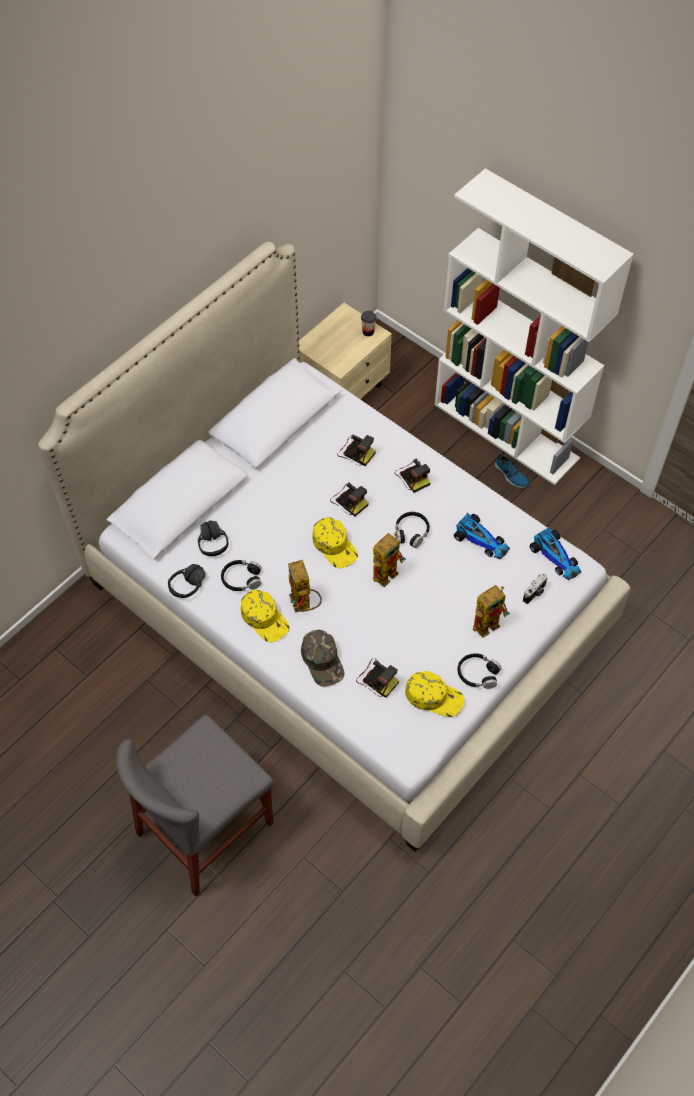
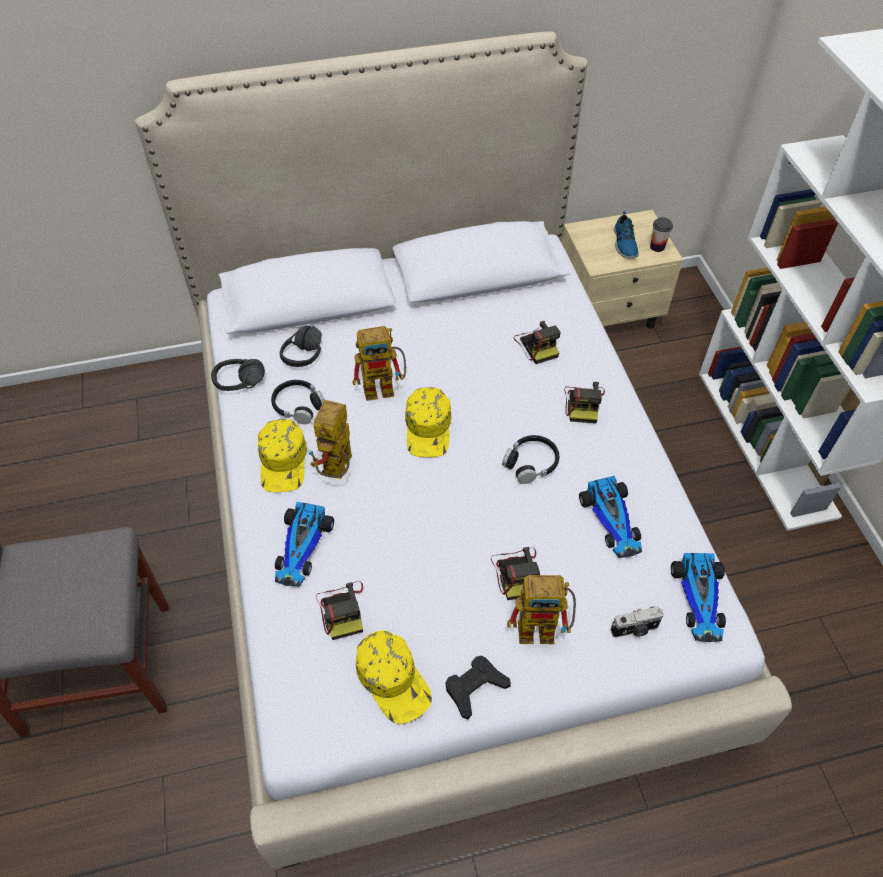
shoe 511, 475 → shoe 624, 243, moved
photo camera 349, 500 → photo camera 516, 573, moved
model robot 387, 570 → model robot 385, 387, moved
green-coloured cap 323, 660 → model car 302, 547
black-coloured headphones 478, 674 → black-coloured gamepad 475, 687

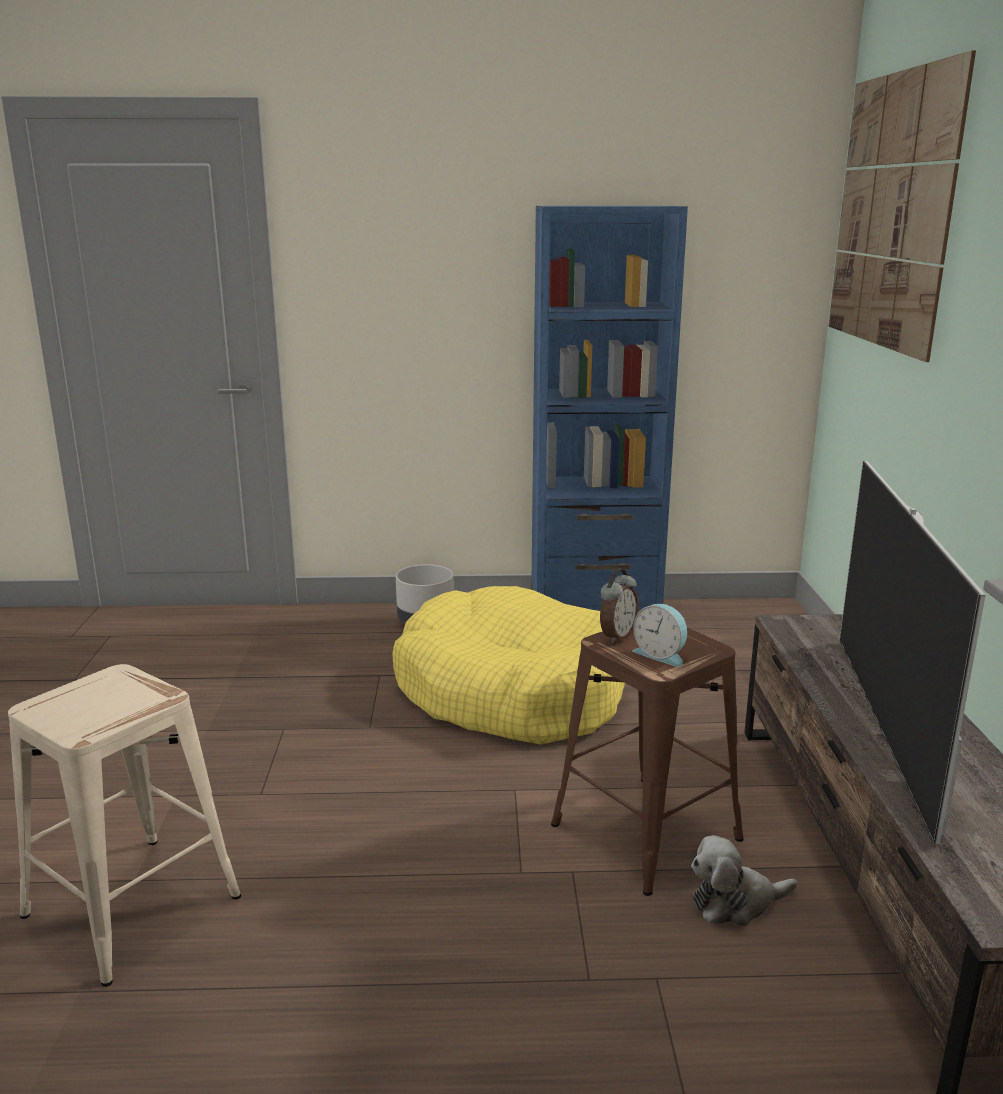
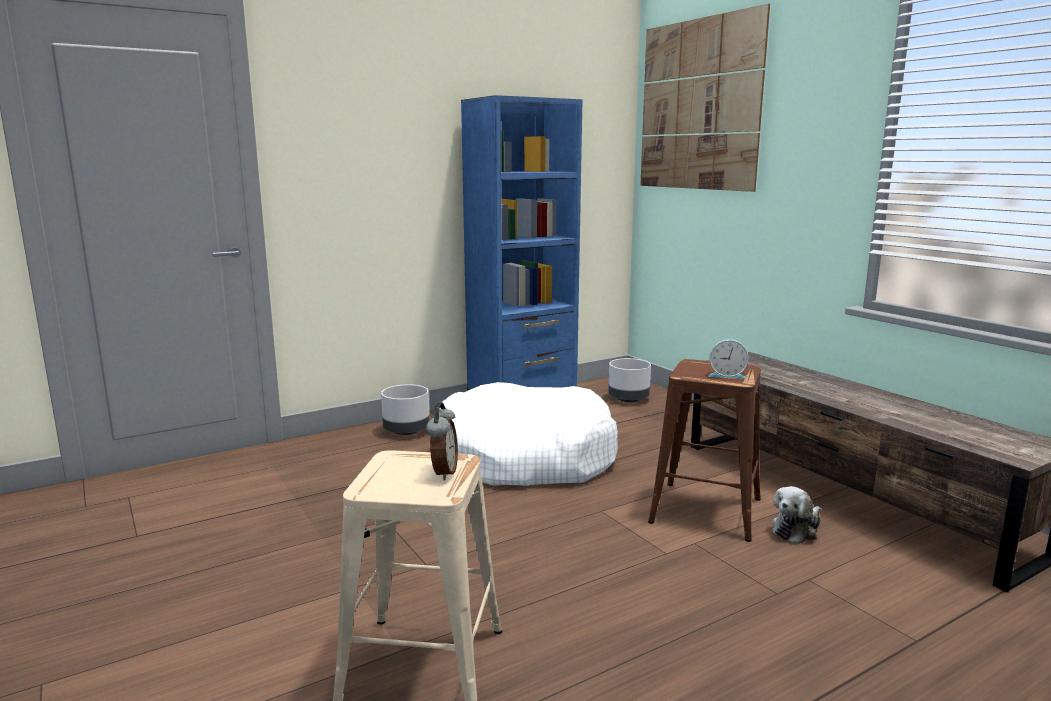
TV 883, 725 → -
table clock 617, 636 → table clock 443, 472, moved
yellow dog bed 510, 691 → white-coloured dog bed 523, 458
- → gray flower pot 628, 399

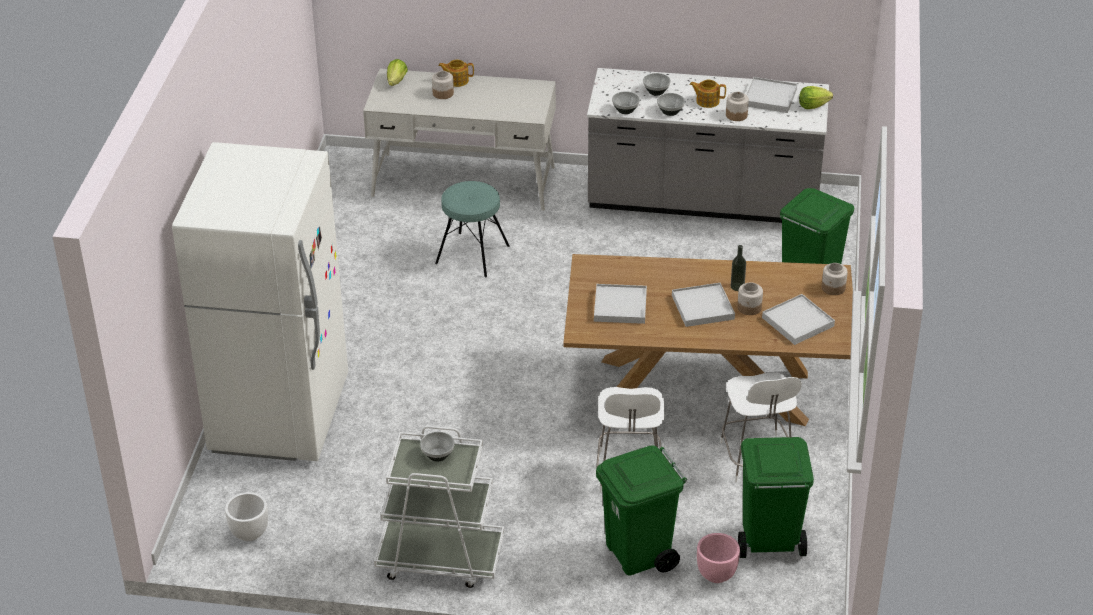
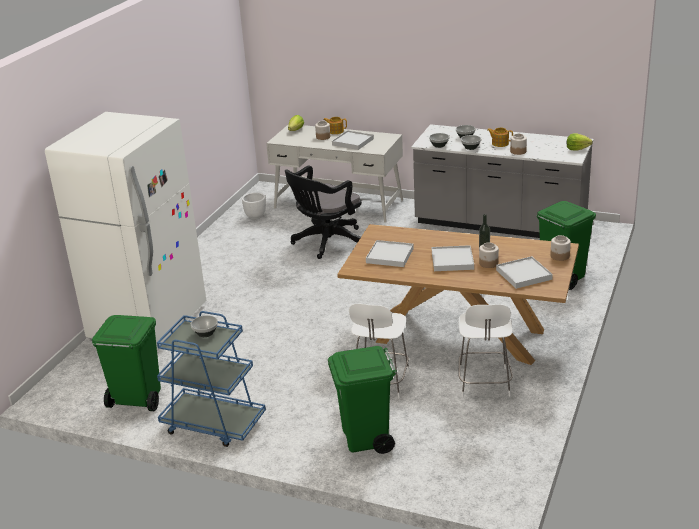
white-coloured carrying tray 770, 97 → white-coloured carrying tray 353, 142, moved
turquoise stool seat 472, 254 → black-coloured computer chair 326, 243
white-coloured wheeled cart 439, 559 → bluish wheeled cart 213, 424
green-coloured waste bin 768, 541 → green-coloured waste bin 136, 400, moved
white-coloured flower pot 250, 534 → white-coloured flower pot 255, 217, moved
pinkish flower pot 716, 575 → -

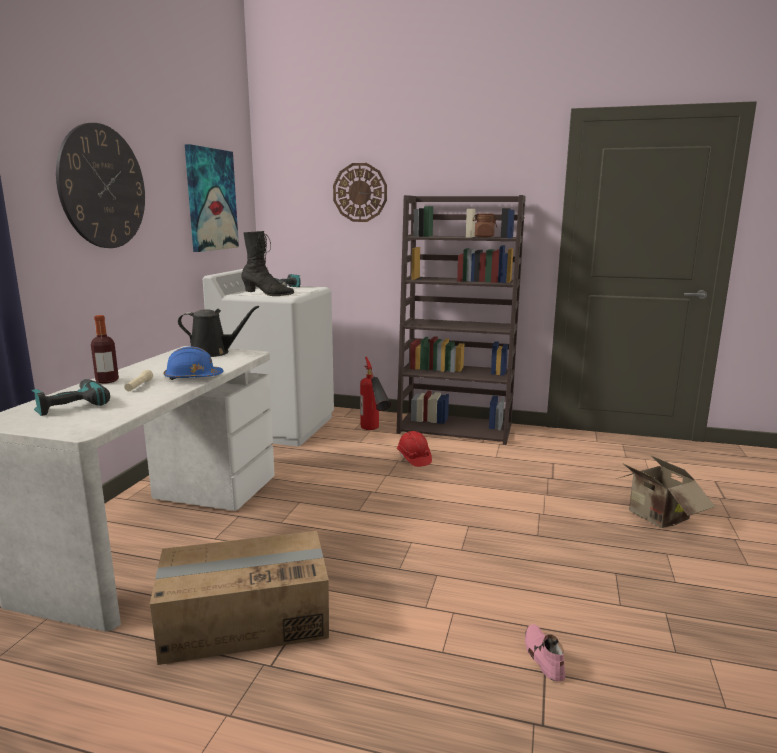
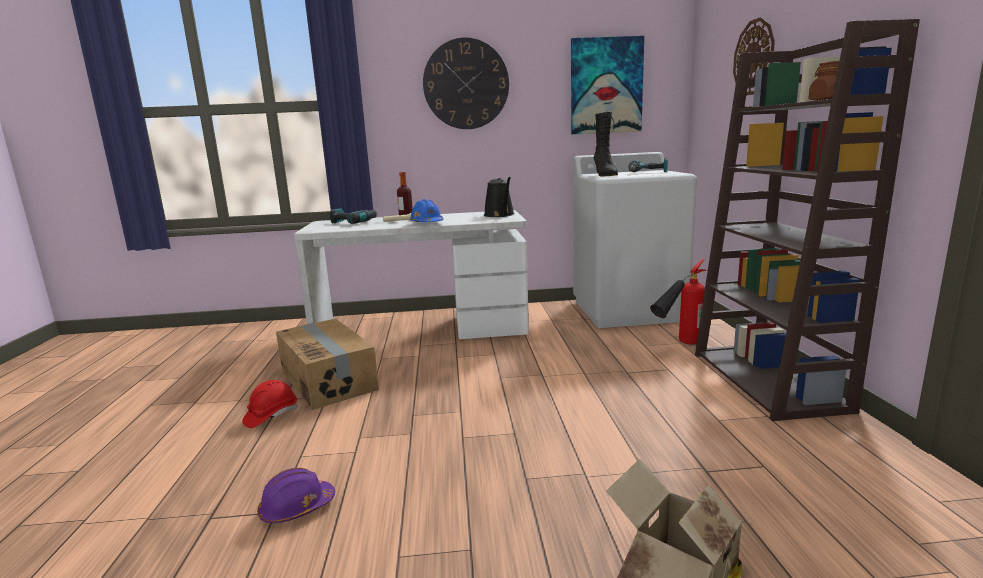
reddish hard hat 413, 458 → reddish hard hat 271, 415, moved
pinkish shoe 543, 657 → purple hard hat 297, 508

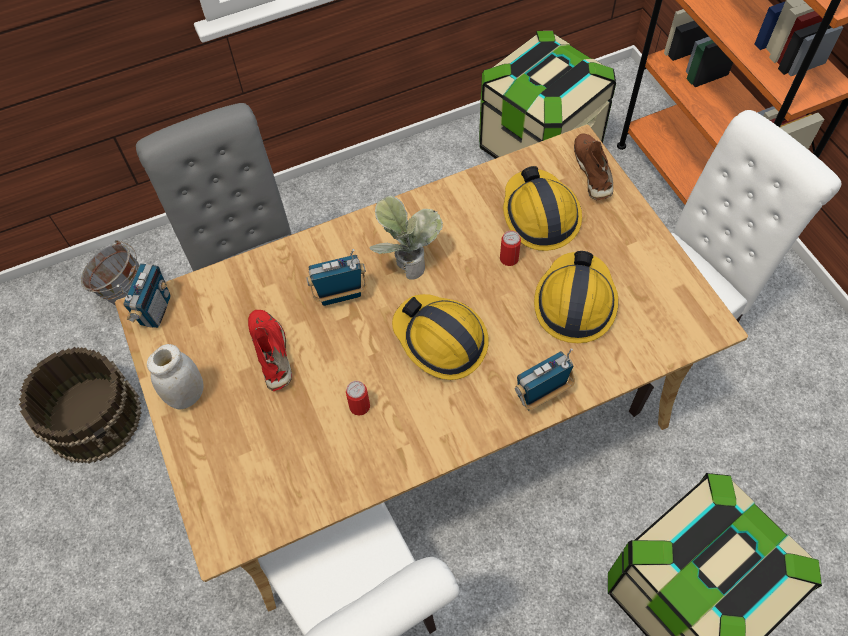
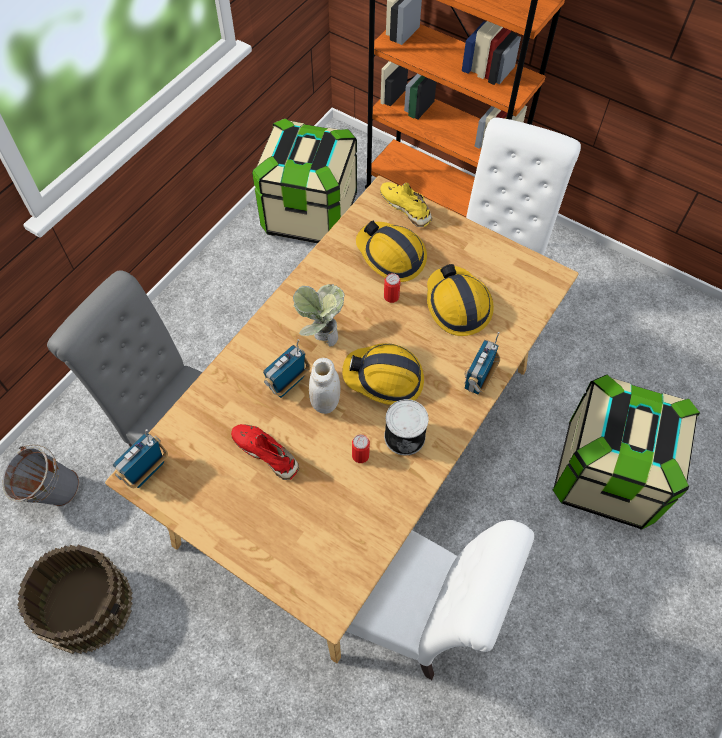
brown shoe 593, 171 → yellow shoe 406, 207
radio receiver 155, 311 → radio receiver 147, 471, 120 degrees counterclockwise
white-coloured jar 187, 395 → white-coloured jar 325, 402, moved
- → can 405, 435

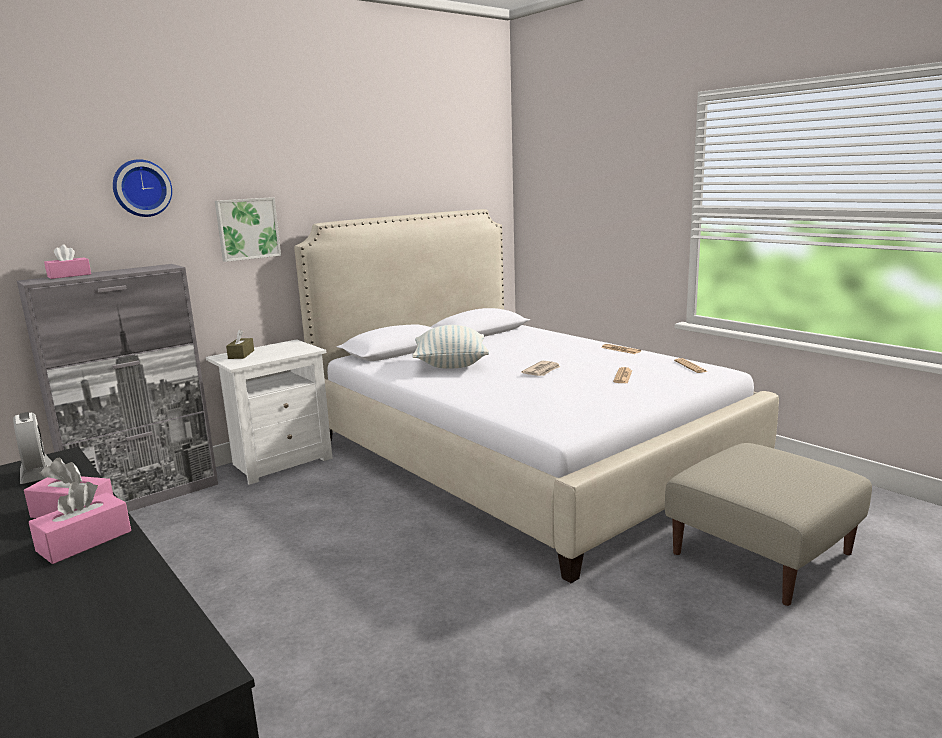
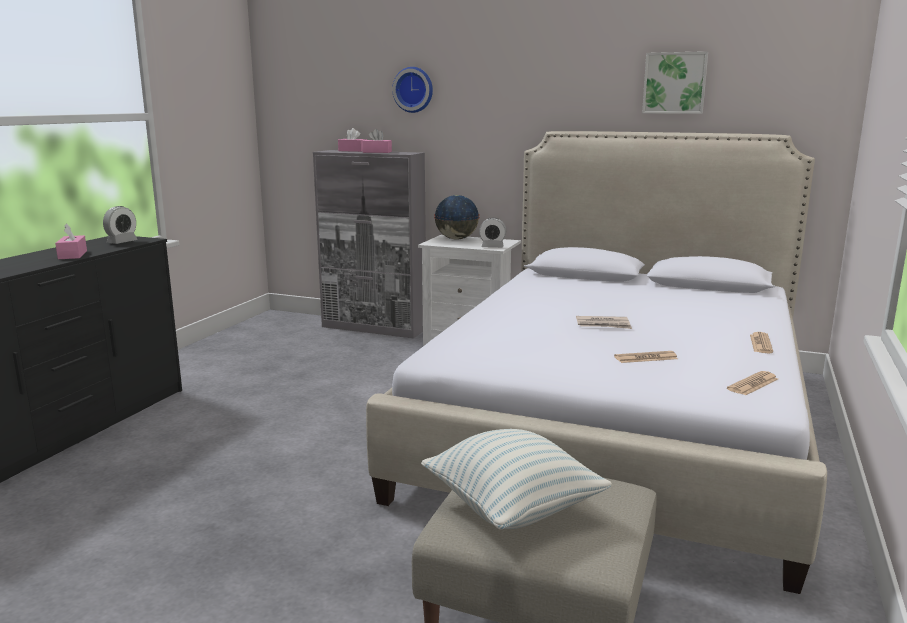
wall picture 247, 228 → wall picture 674, 83, moved
throw pillow 451, 365 → throw pillow 513, 508, moved
brown tissue box 241, 354 → world globe 456, 239
pinkish tissue box 84, 541 → pinkish tissue box 377, 152, moved
- → table clock 492, 247

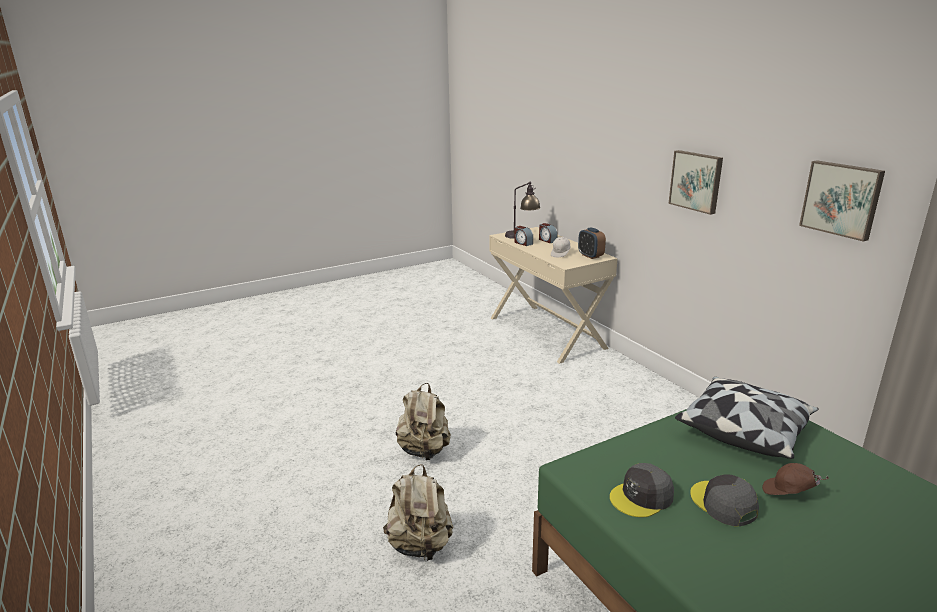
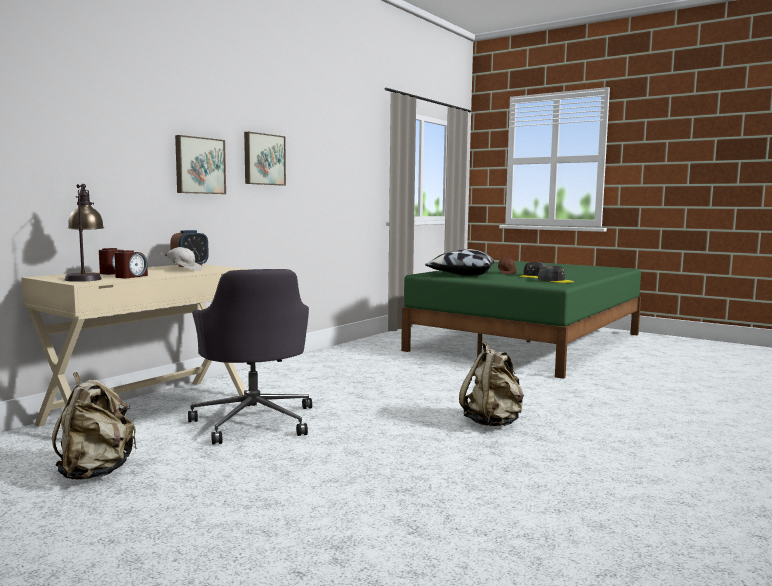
wall picture 842, 199 → wall picture 199, 165, moved
sand-coloured backpack 420, 545 → sand-coloured backpack 96, 472, moved
- → gray computer chair 254, 421

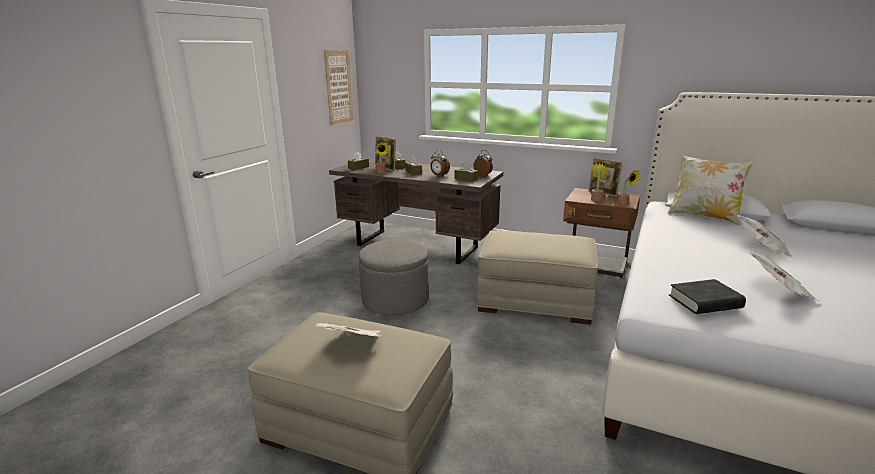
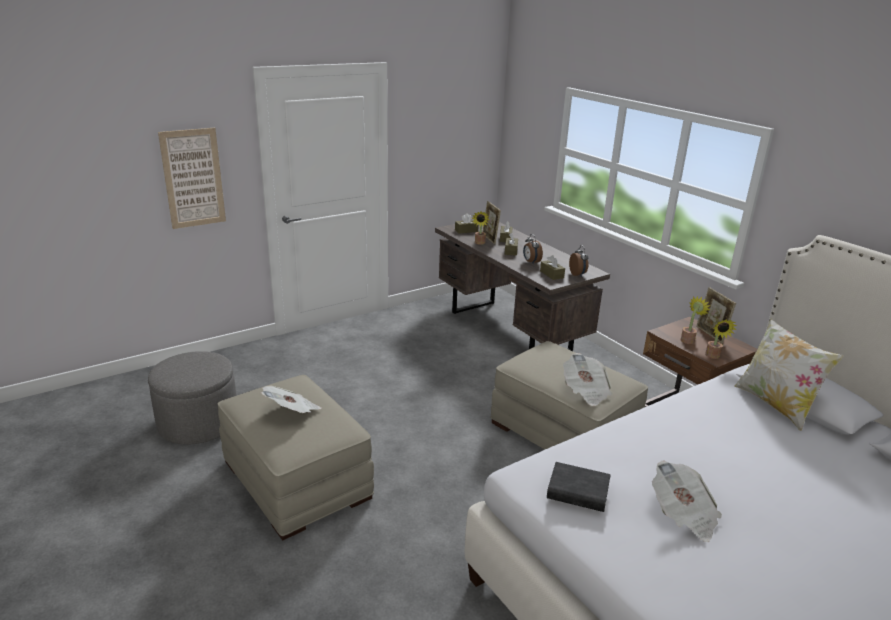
wall picture 338, 87 → wall picture 193, 178, moved
daily paper 762, 249 → daily paper 585, 391, moved
gray pouffe 395, 300 → gray pouffe 198, 423, moved

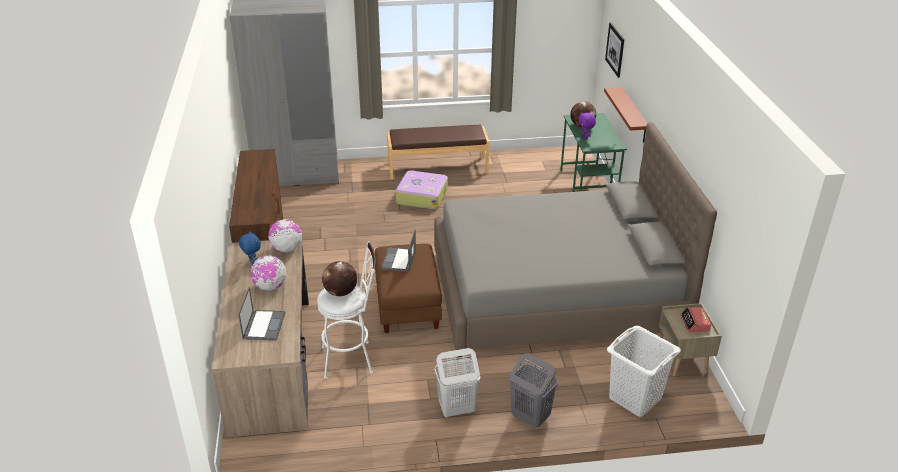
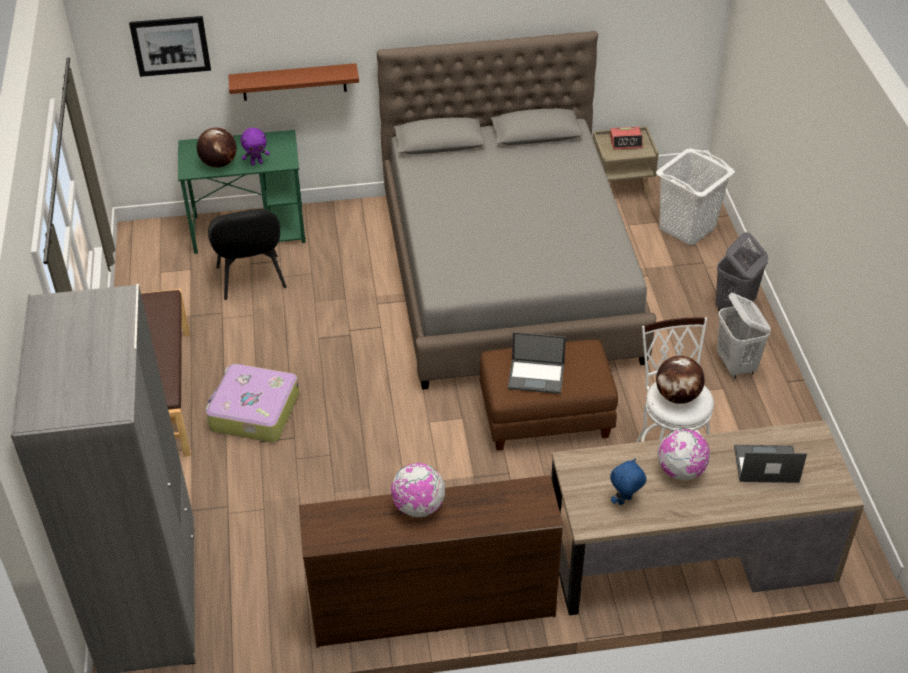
world globe 286, 249 → world globe 418, 507, moved
- → black-coloured chair 251, 279

